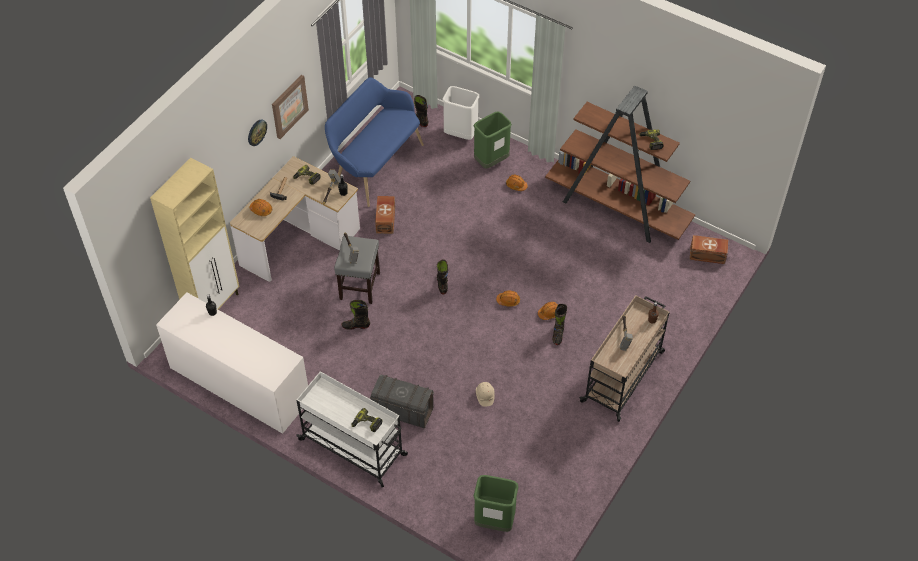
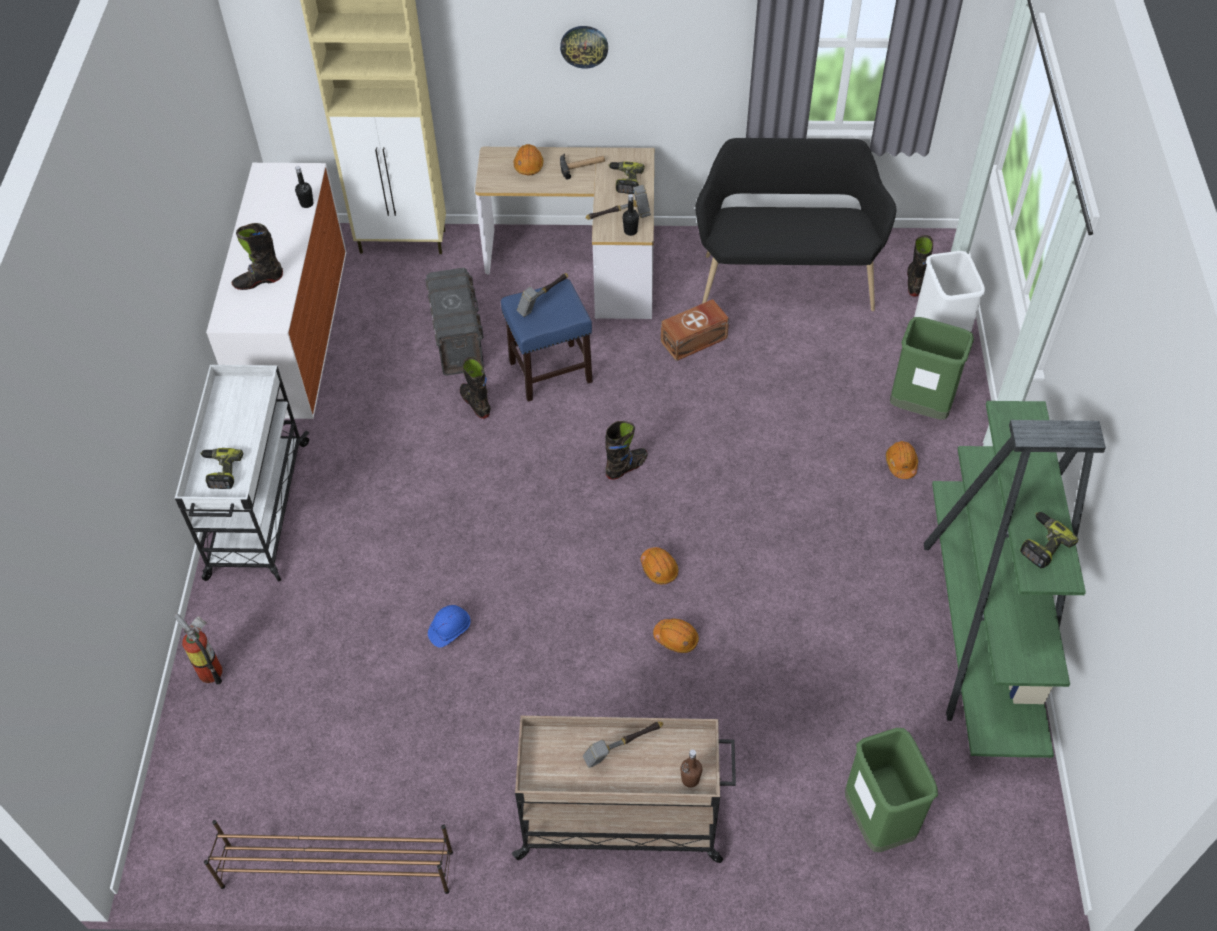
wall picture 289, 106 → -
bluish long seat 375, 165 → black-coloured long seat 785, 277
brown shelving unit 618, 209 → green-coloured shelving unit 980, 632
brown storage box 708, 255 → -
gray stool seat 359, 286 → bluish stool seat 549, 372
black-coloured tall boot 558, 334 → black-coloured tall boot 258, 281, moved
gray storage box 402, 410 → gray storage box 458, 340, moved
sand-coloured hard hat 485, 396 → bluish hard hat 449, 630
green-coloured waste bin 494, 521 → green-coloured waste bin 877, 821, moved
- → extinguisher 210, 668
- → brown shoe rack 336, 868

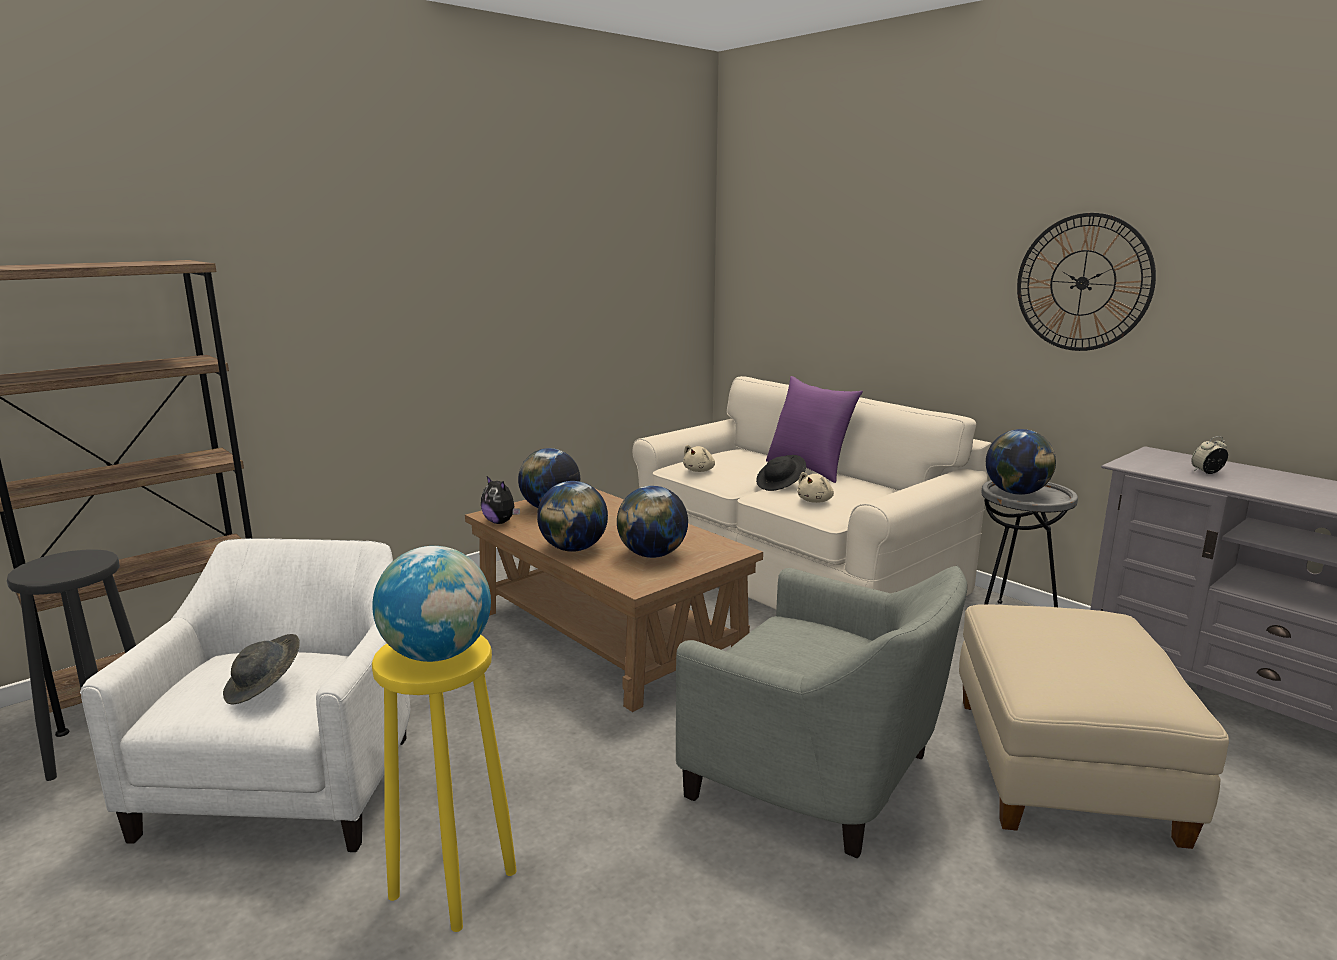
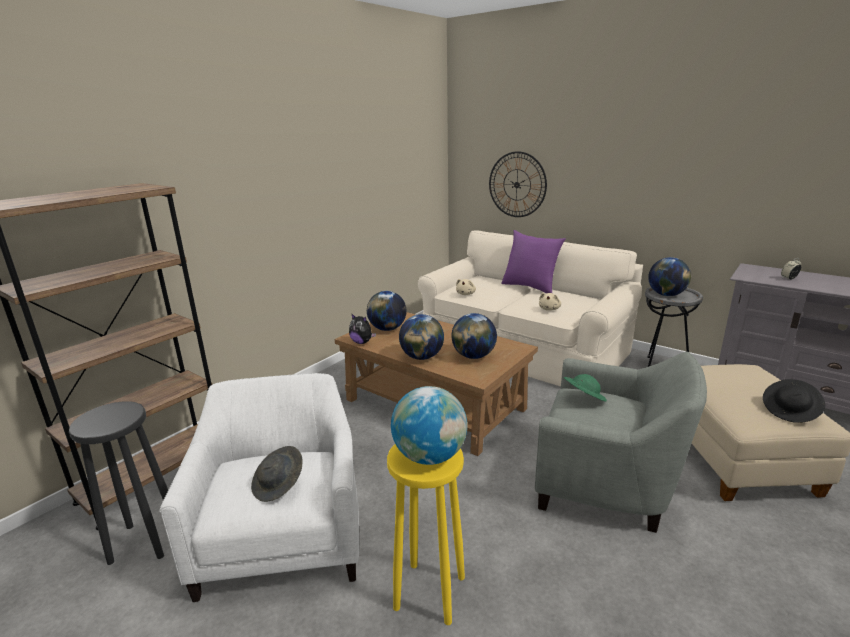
wall clock 1082, 283 → wall clock 517, 185, moved
black-coloured clothing hat 780, 485 → black-coloured clothing hat 790, 411, moved
- → green-coloured clothing hat 583, 398

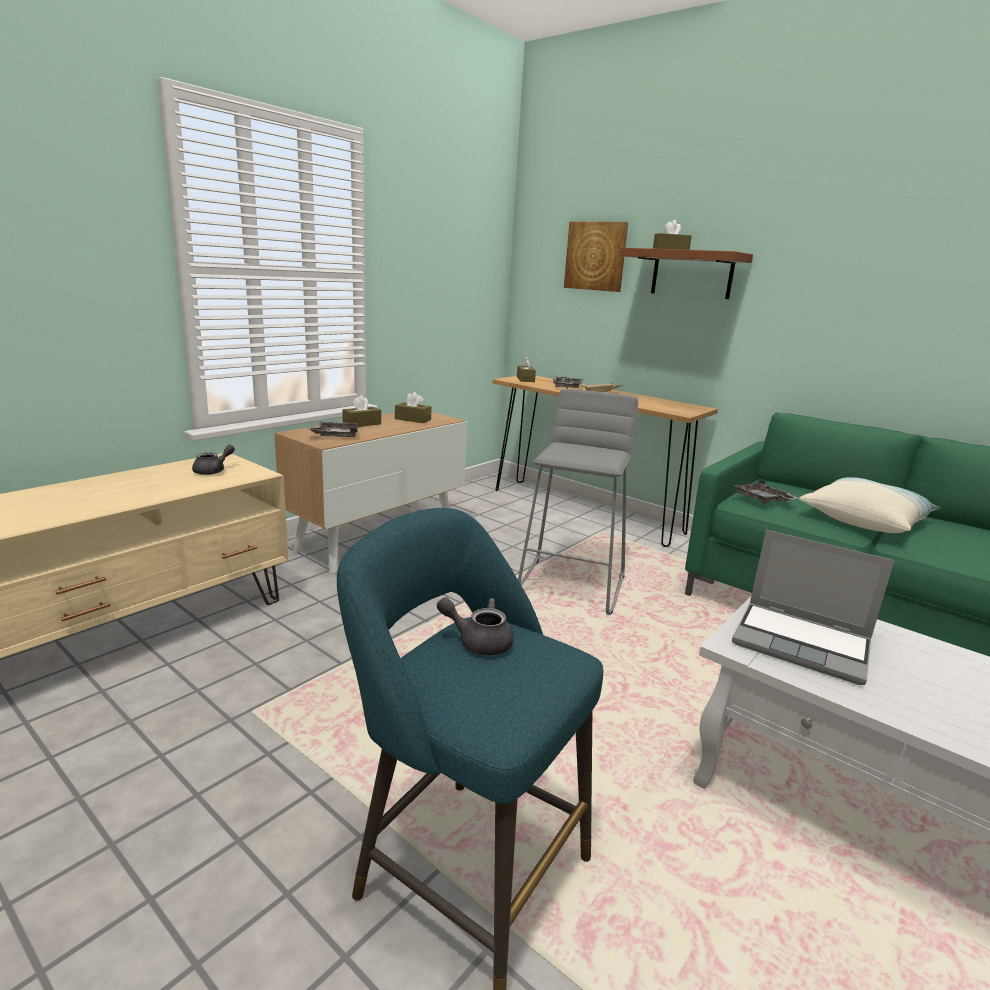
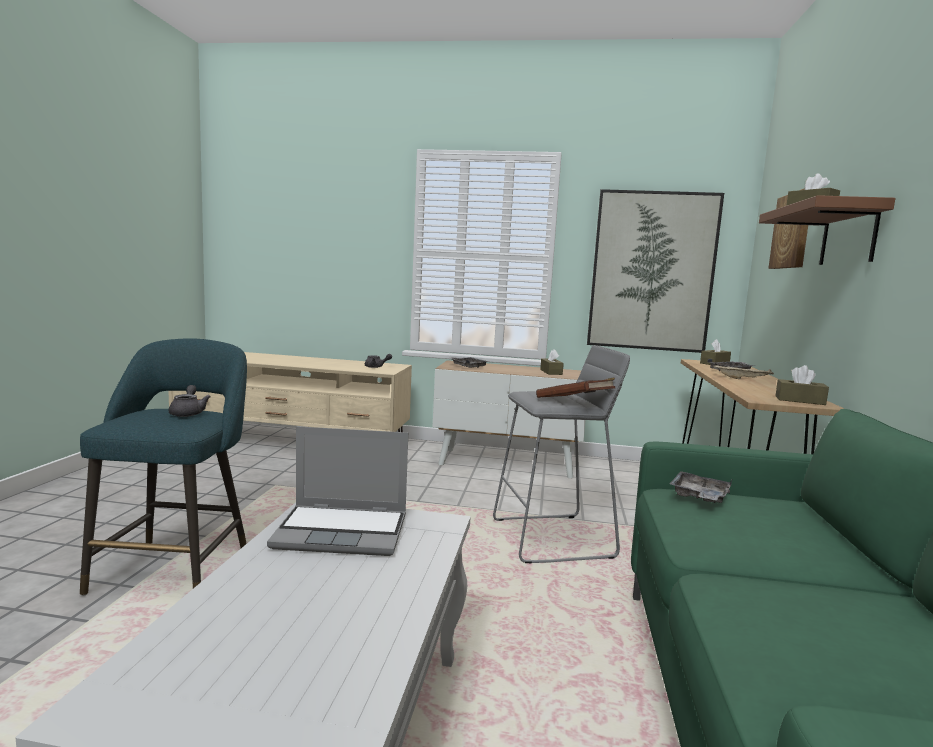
brown tissue box 362, 424 → brown tissue box 800, 400, moved
throw pillow 864, 520 → -
laptop 803, 643 → laptop 344, 531, 90 degrees counterclockwise
- → wall picture 652, 271
- → brown bound book 574, 403

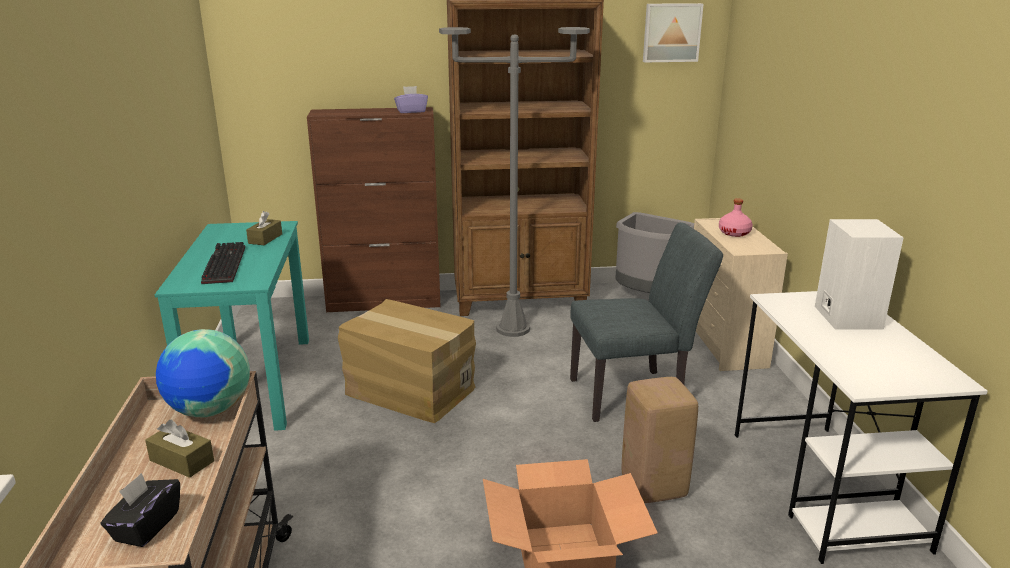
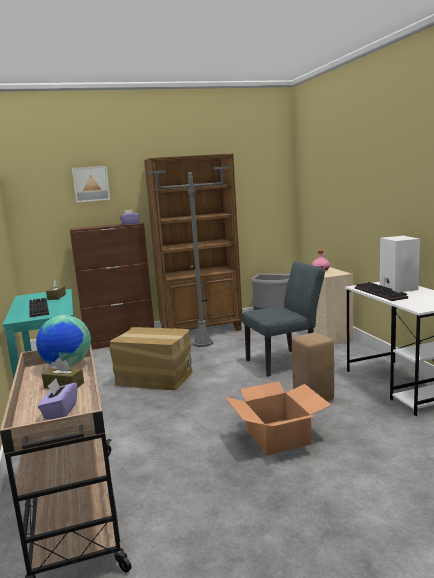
wall picture 671, 32 → wall picture 91, 184, moved
black-coloured tissue box 146, 526 → purple tissue box 60, 411
- → keyboard 381, 293

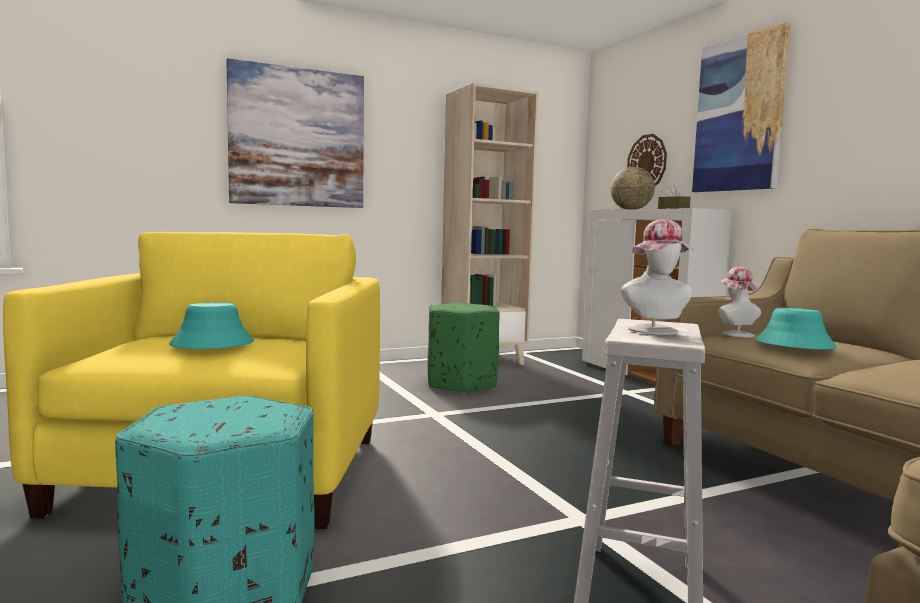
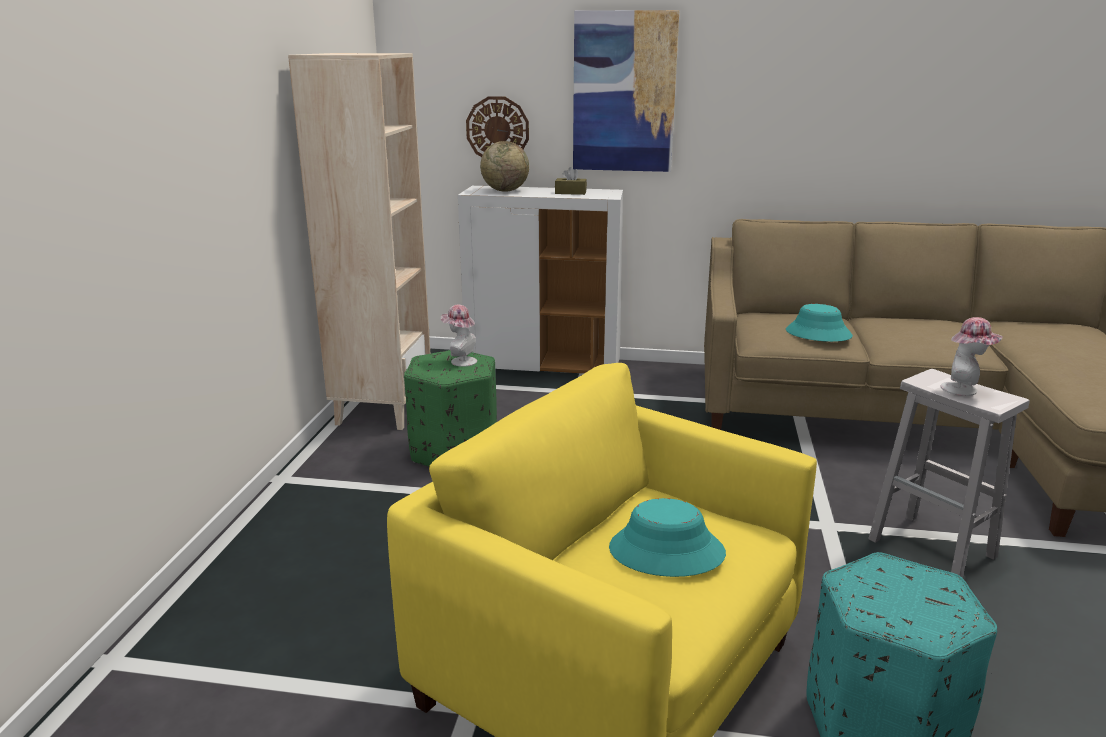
wall picture 298, 138 → -
clothing hat 735, 334 → clothing hat 460, 361, moved

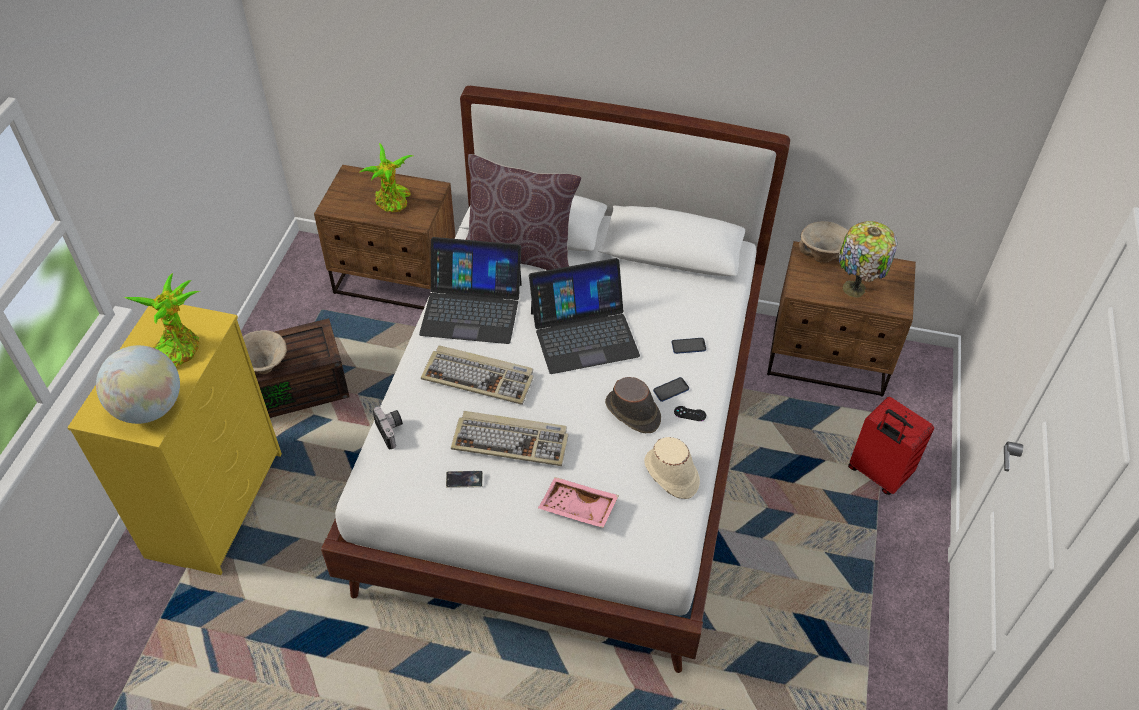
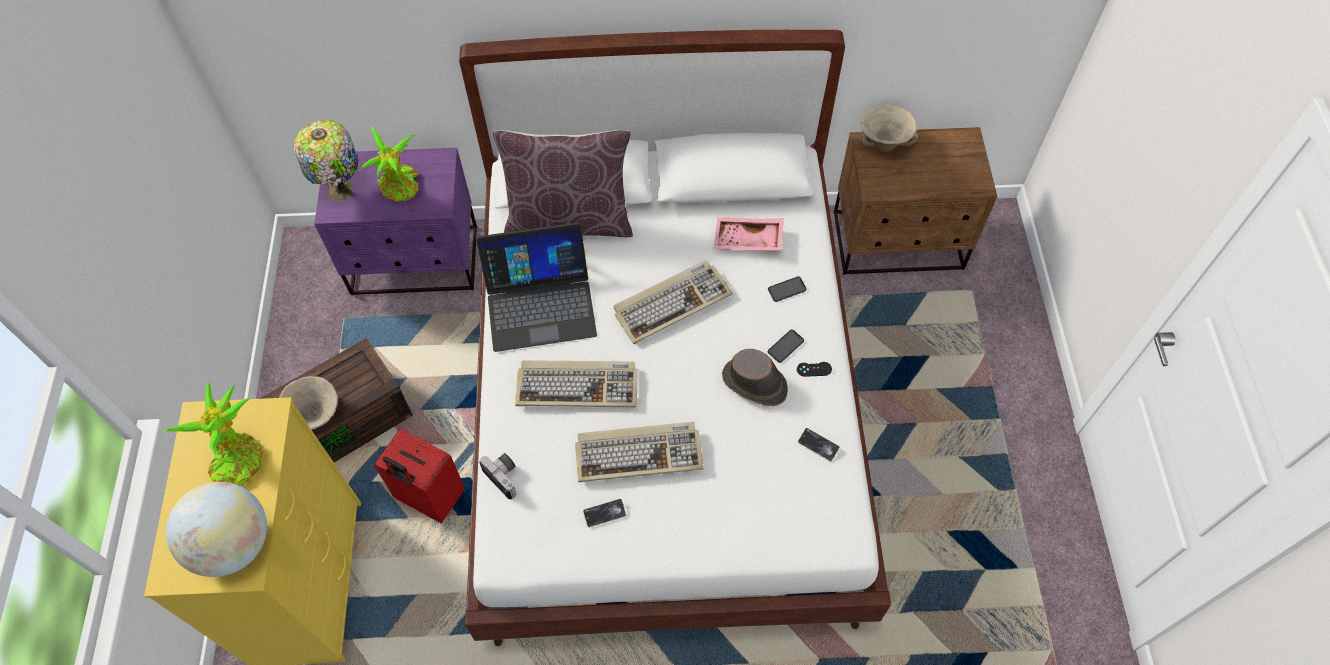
brown night table 396, 280 → purple night table 415, 261
tabletop lamp 855, 290 → tabletop lamp 341, 192, moved
laptop 584, 333 → keyboard 672, 303
reddish piece of luggage 877, 474 → reddish piece of luggage 429, 498, moved
sand-coloured clothing hat 671, 474 → telephone 818, 445
pinkish carrying tray 577, 509 → pinkish carrying tray 747, 241, moved

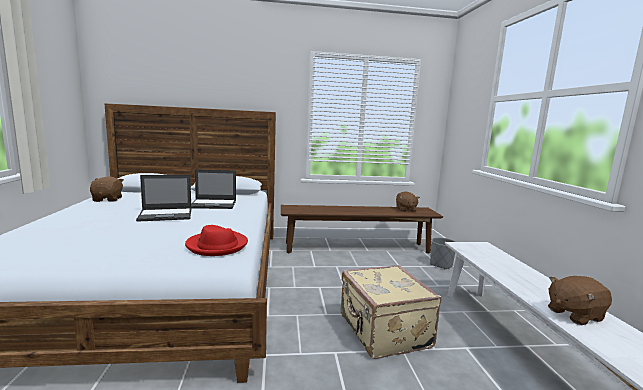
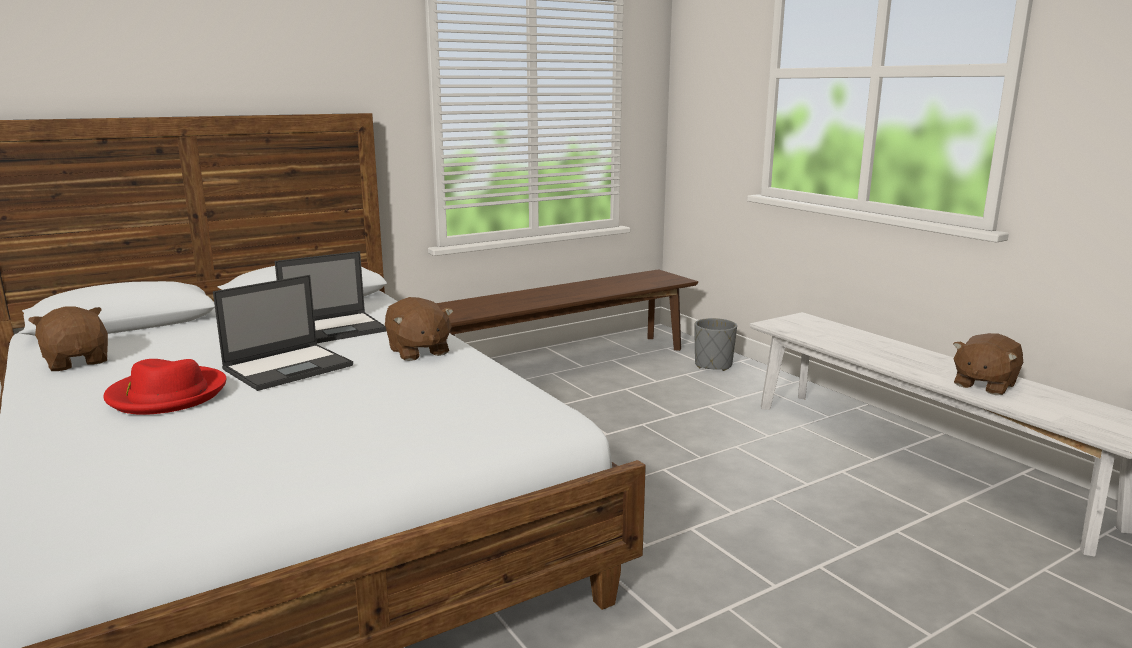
brown cuddly toy 405, 210 → brown cuddly toy 418, 351, moved
reddish clothing hat 217, 246 → reddish clothing hat 167, 395, moved
sand-coloured piece of luggage 383, 332 → -

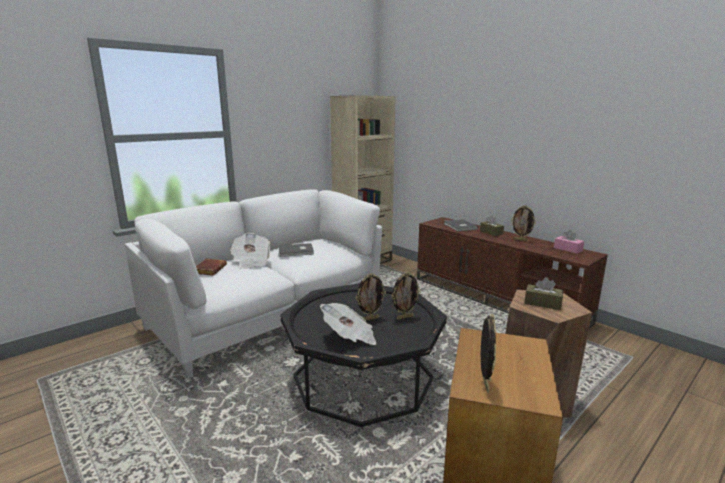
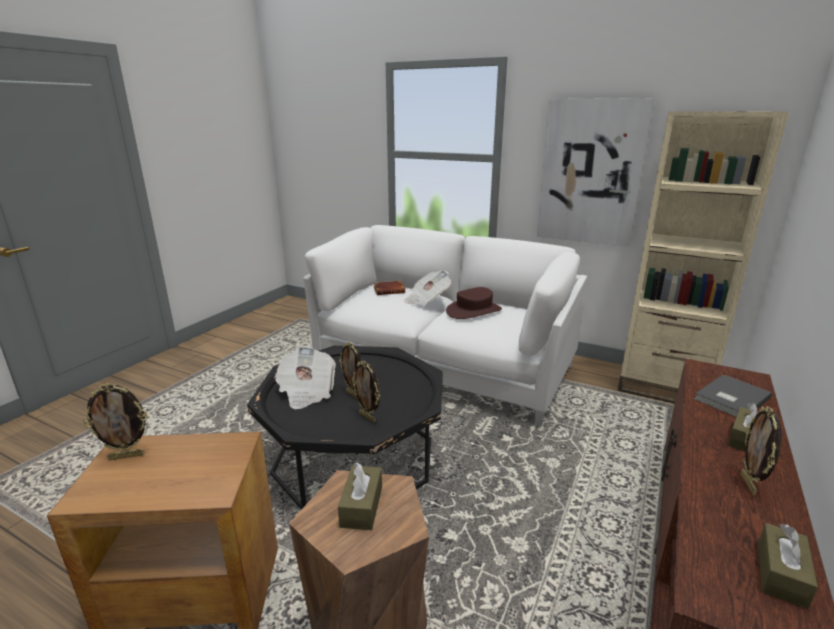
pinkish tissue box 568, 249 → brown tissue box 781, 574
gray bound book 296, 251 → brown clothing hat 474, 311
- → wall picture 590, 173

